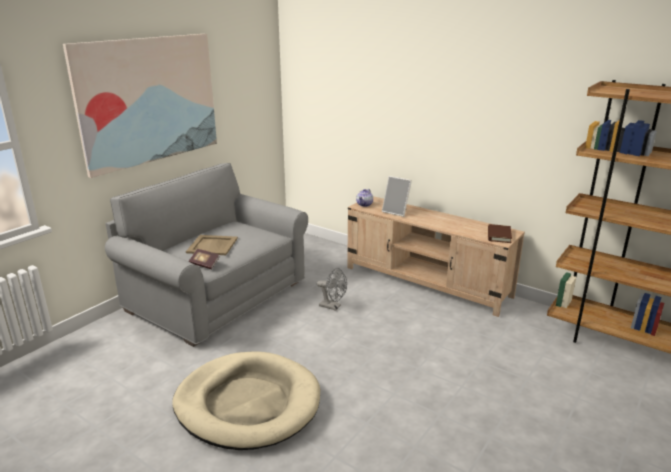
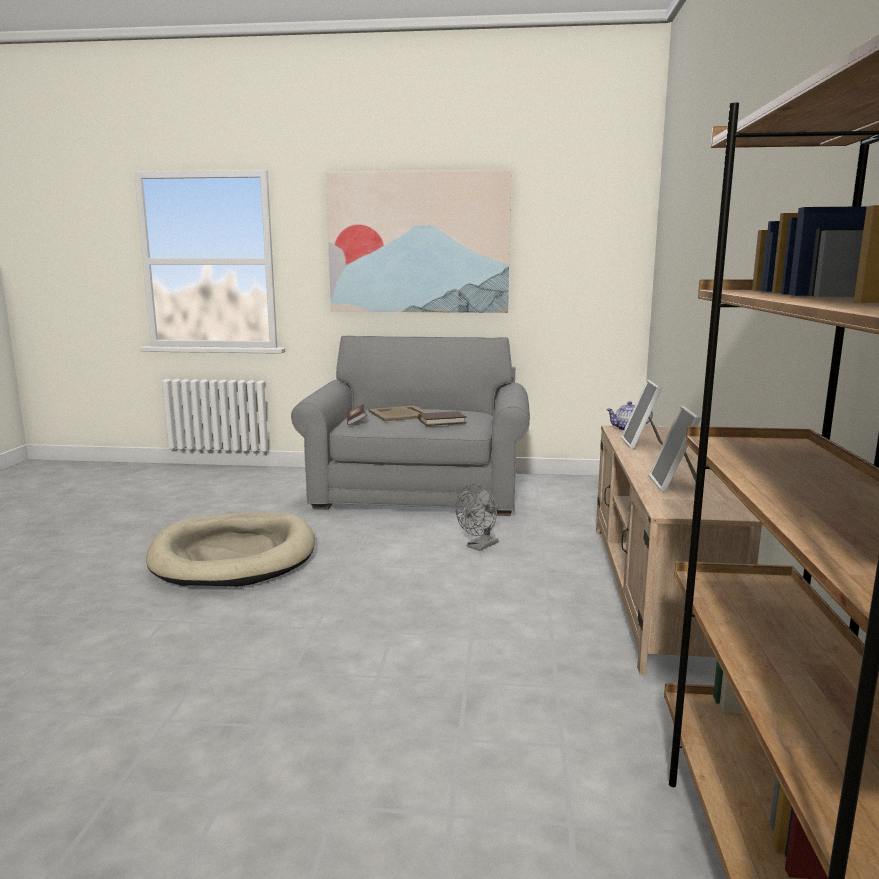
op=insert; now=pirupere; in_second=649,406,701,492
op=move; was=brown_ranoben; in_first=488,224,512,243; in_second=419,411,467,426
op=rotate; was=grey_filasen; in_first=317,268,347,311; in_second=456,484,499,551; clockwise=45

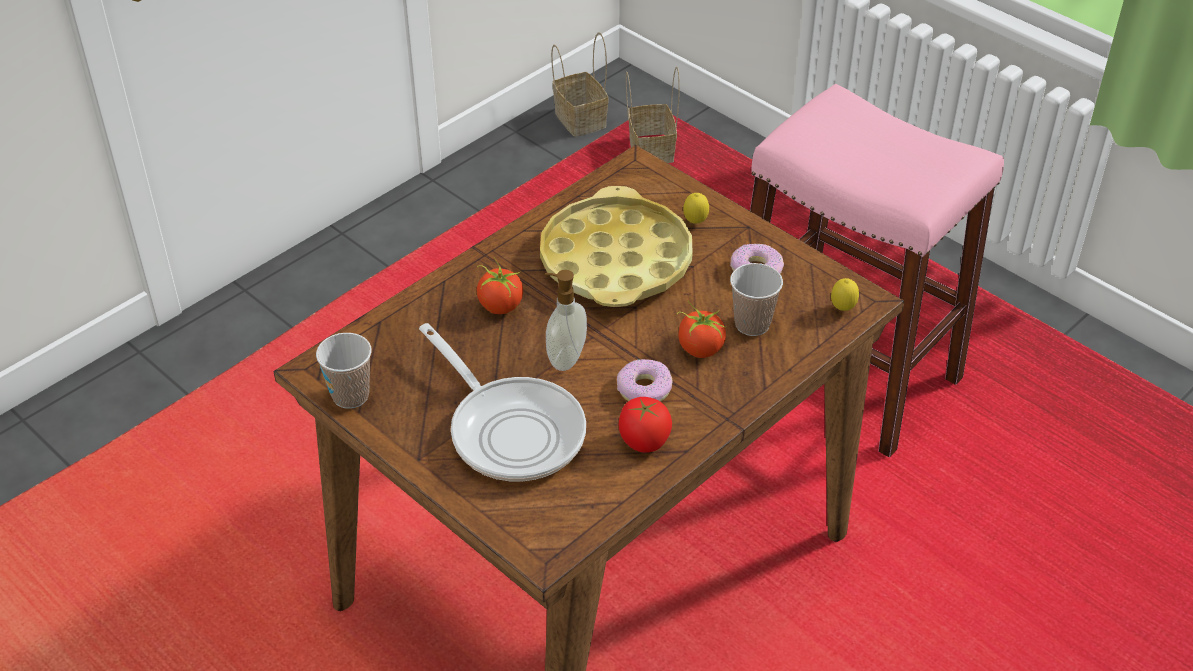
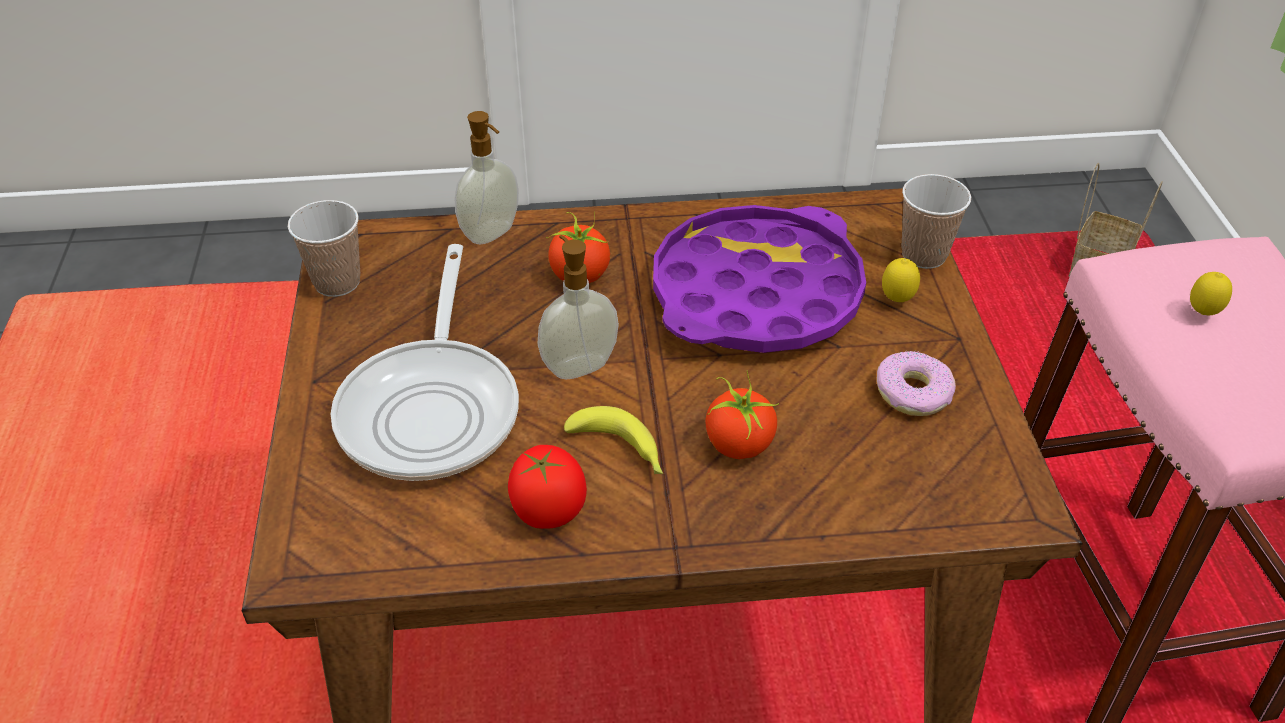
op=delete; was=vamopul; in_first=551,32,609,137
op=insert; now=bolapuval; in_second=455,111,519,244
op=move; was=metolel; in_first=730,263,783,336; in_second=902,174,971,269
op=move; was=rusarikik; in_first=831,278,859,311; in_second=1190,272,1232,315
op=replace; was=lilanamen; now=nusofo; in_first=617,359,672,402; in_second=564,406,663,474
op=recolor; was=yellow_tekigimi; now=purple_tekigimi; in_first=540,186,693,307; in_second=653,205,866,353

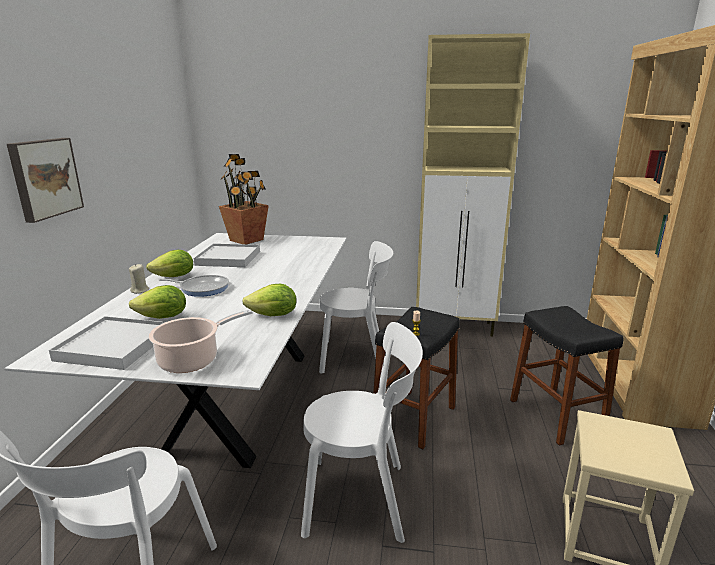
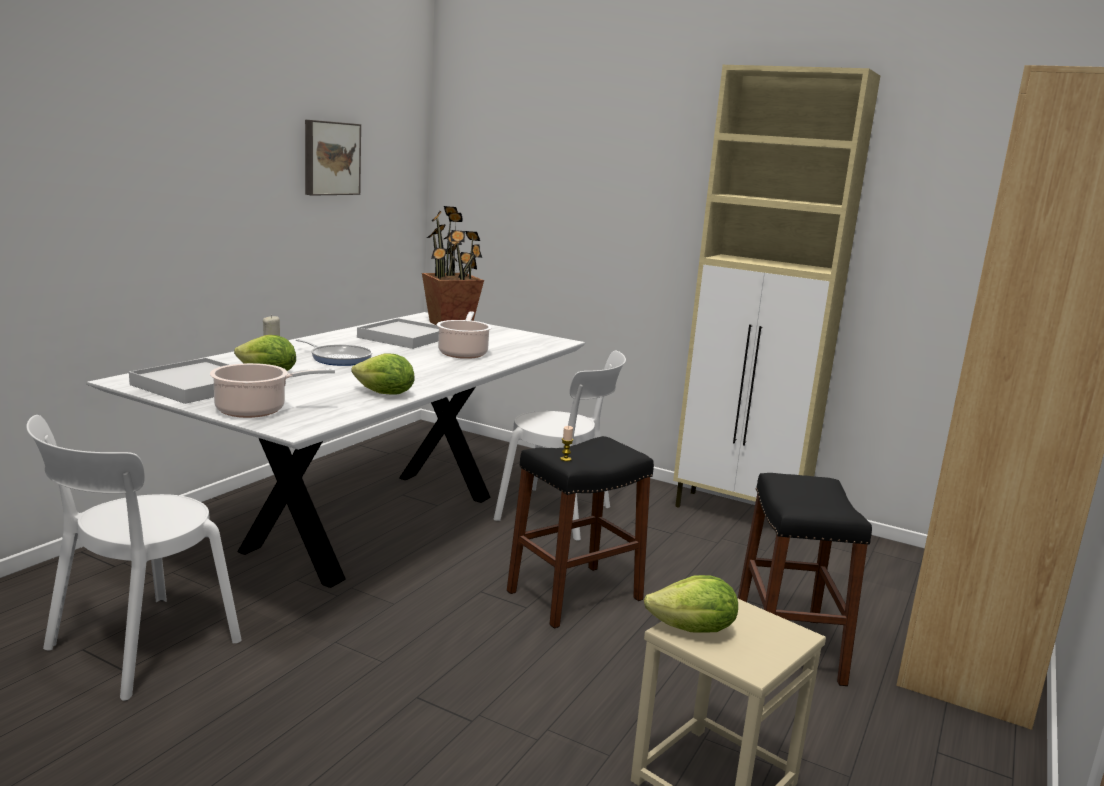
op=delete; was=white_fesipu; in_first=301,322,423,543
op=insert; now=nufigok; in_second=437,311,492,359
op=move; was=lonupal; in_first=7,138,84,223; in_second=305,120,361,196
op=move; was=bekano; in_first=146,250,193,277; in_second=644,575,738,633

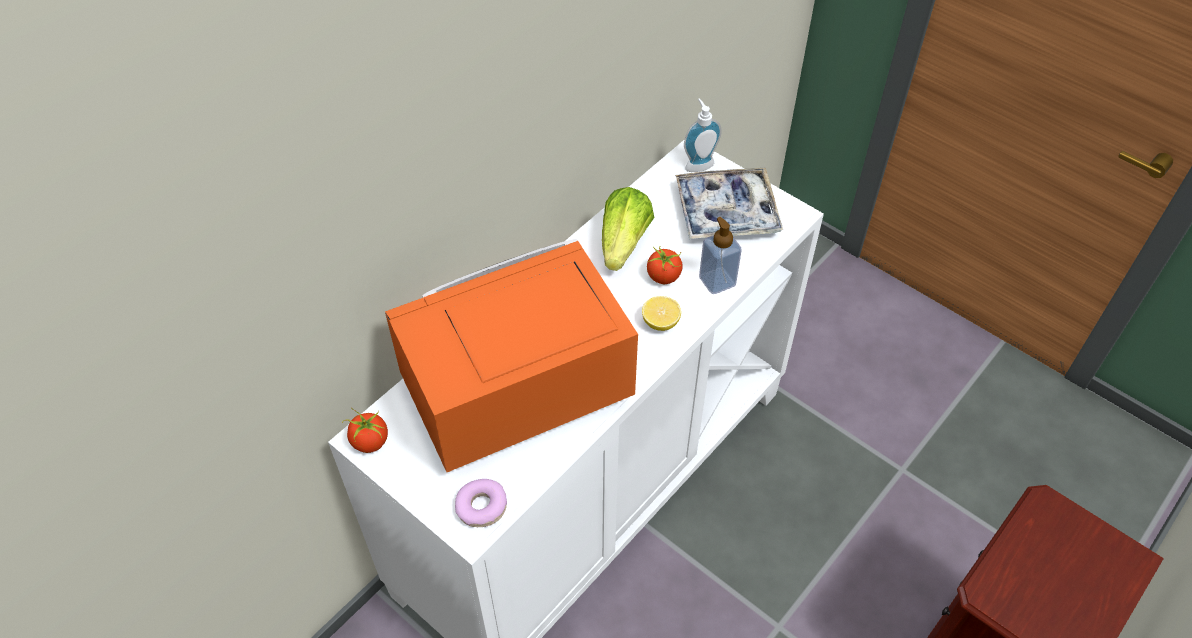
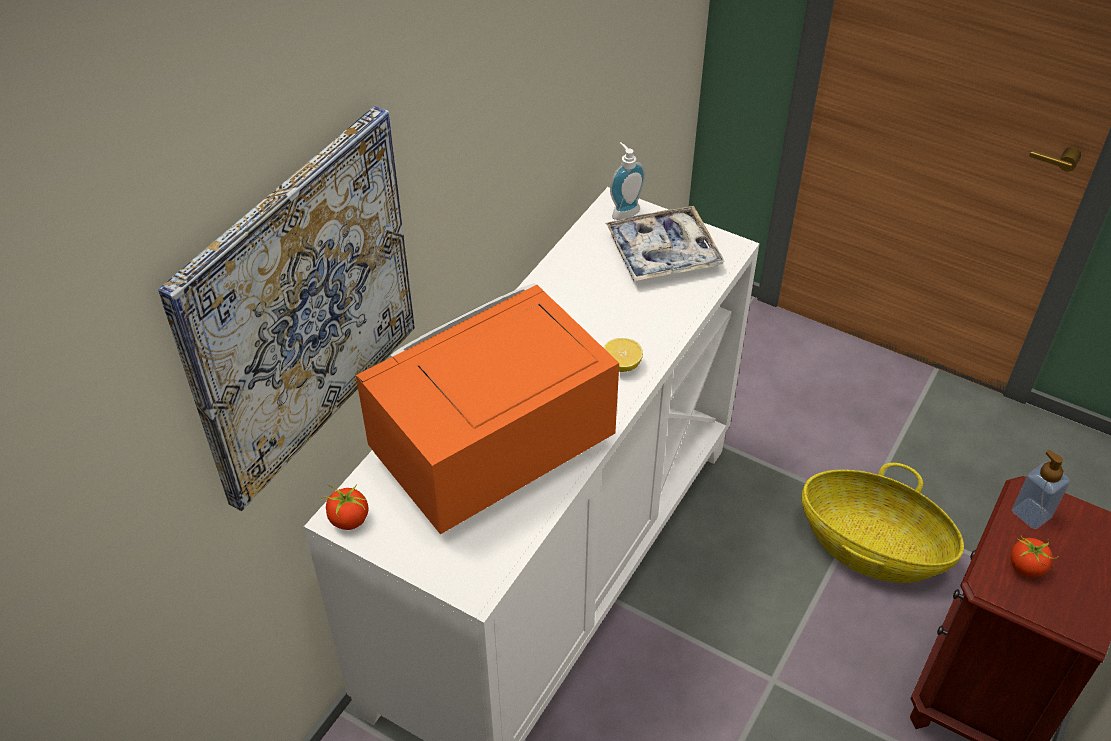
op=delete; was=lilanamen; in_first=455,479,507,527
op=delete; was=bekano; in_first=602,187,654,271
op=insert; now=lonupal; in_second=158,106,415,511
op=insert; now=vamopul; in_second=801,463,964,583
op=move; was=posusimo; in_first=647,246,683,284; in_second=1011,535,1059,578
op=move; was=bolapuval; in_first=699,217,742,294; in_second=1011,450,1070,529

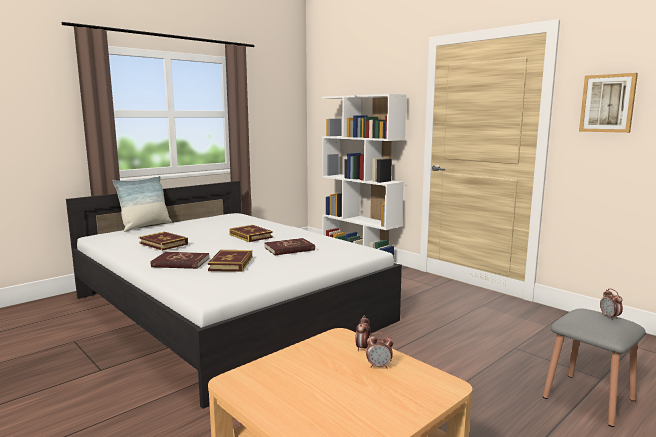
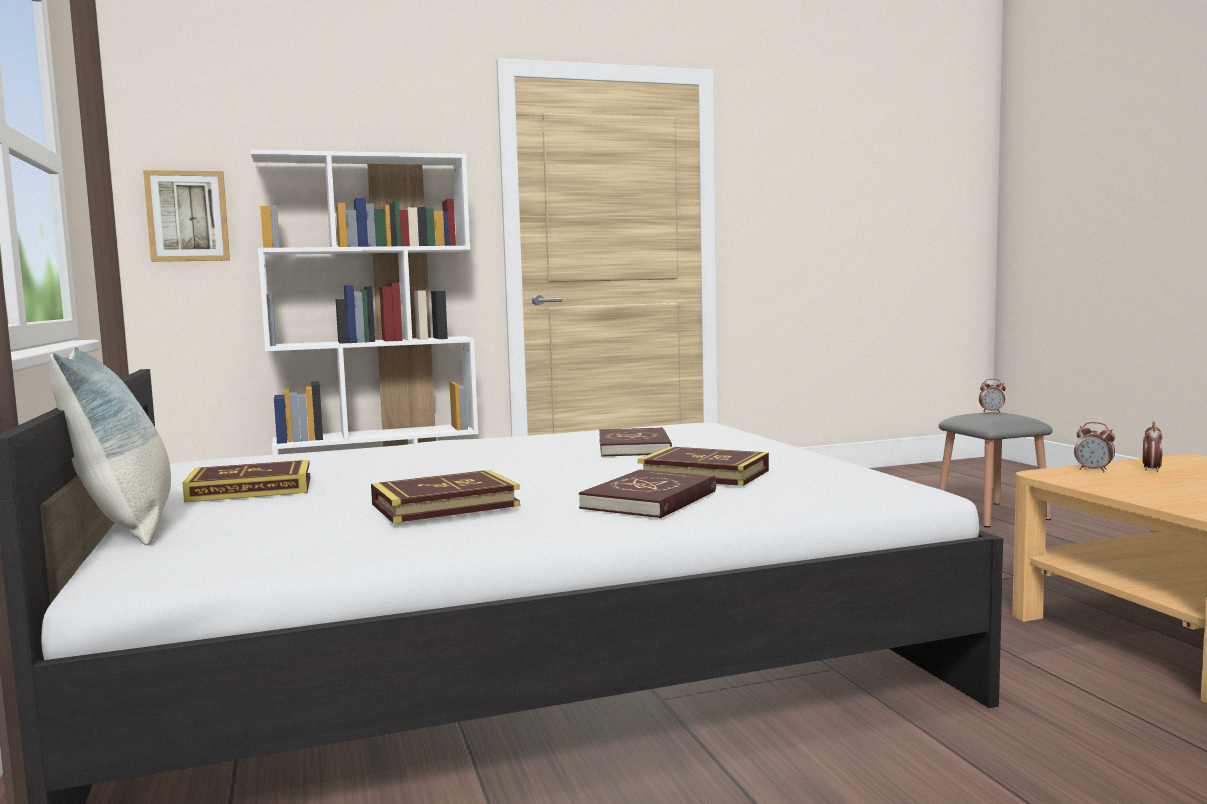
op=move; was=ranoben; in_first=229,225,273,242; in_second=183,460,310,503
op=move; was=lonupal; in_first=579,73,638,133; in_second=143,170,230,262

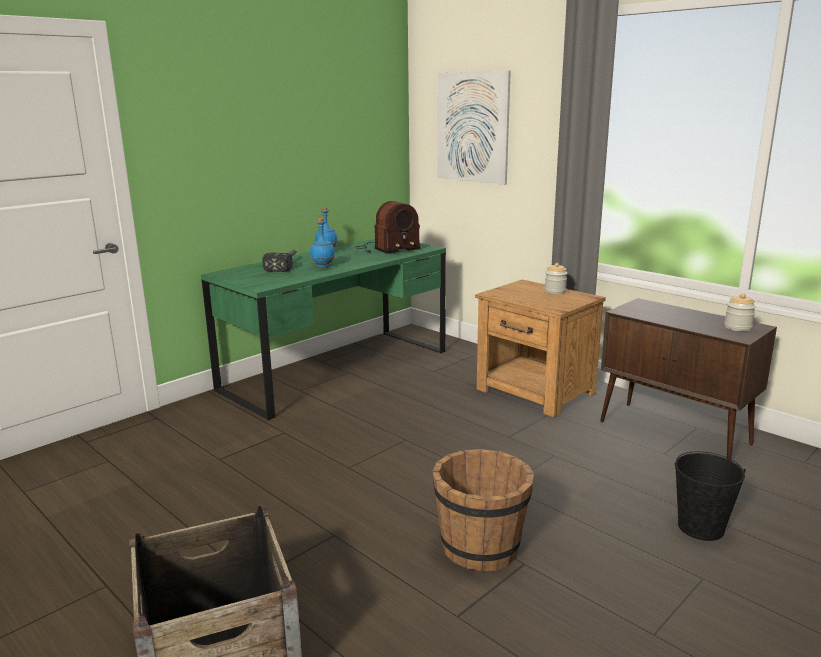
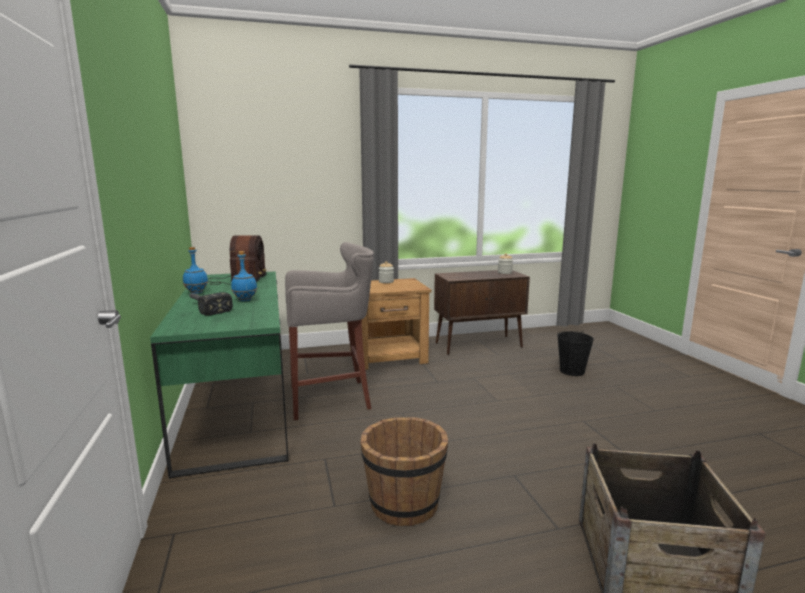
op=delete; was=lonupal; in_first=437,70,511,185
op=insert; now=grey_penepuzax; in_second=285,242,374,420
op=move; was=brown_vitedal; in_first=432,449,534,571; in_second=360,417,448,526

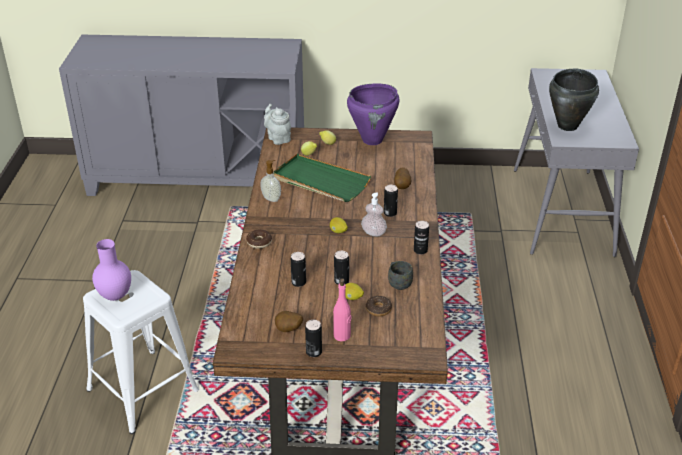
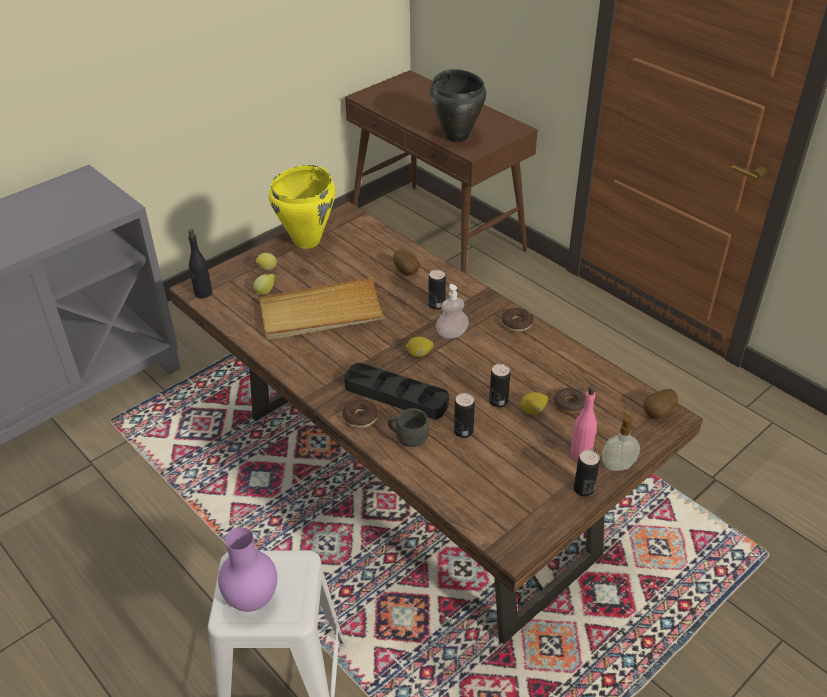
op=insert; now=black_tekigimi; in_second=344,363,449,419
op=move; was=bolapuval; in_first=260,160,281,202; in_second=602,411,640,471
op=move; was=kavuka; in_first=275,311,303,332; in_second=643,389,678,419
op=move; was=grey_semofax; in_first=388,261,413,290; in_second=388,408,429,447
op=replace; was=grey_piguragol; now=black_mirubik; in_first=264,104,291,145; in_second=188,229,212,299
op=replace; was=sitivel; now=lilanamen; in_first=414,221,429,254; in_second=501,308,533,332
op=recolor; was=green_tekigimi; now=beige_tekigimi; in_first=274,154,371,202; in_second=260,277,385,340
op=recolor; was=purple_nufigok; now=yellow_nufigok; in_first=347,83,400,145; in_second=269,165,335,249
op=recolor; was=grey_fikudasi; now=brown_fikudasi; in_first=514,68,639,257; in_second=345,70,538,273

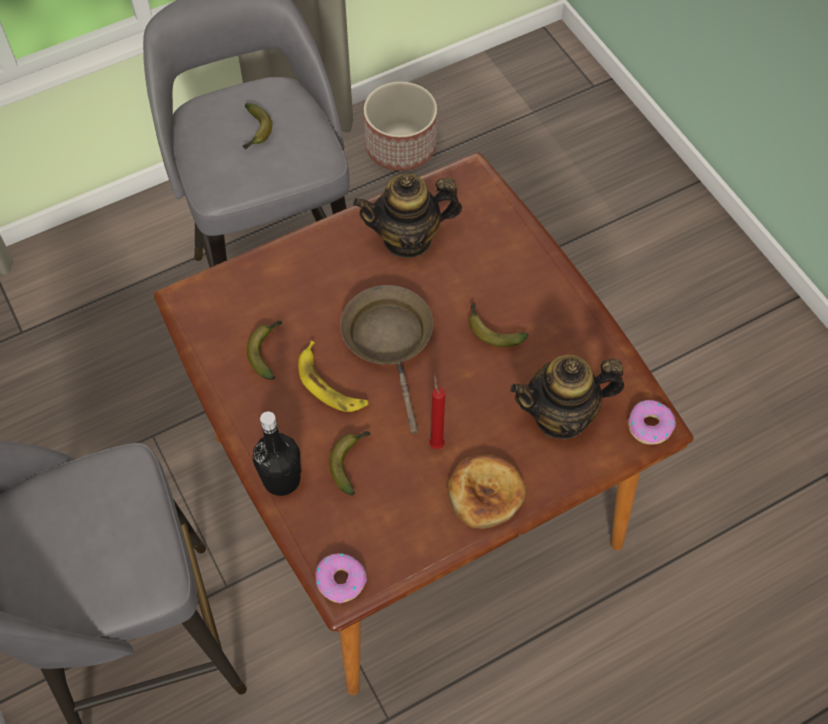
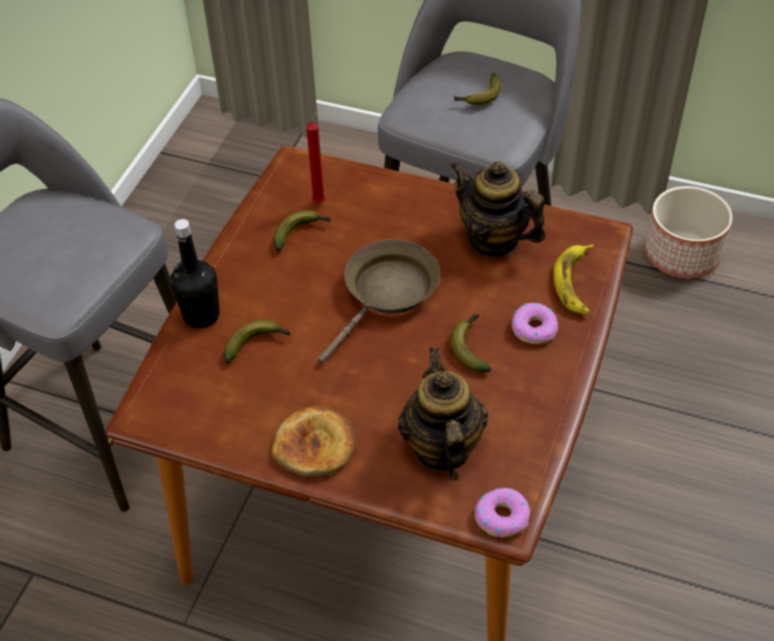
op=move; was=nusofo; in_first=298,341,368,412; in_second=553,244,594,315
op=move; was=lilanamen; in_first=315,553,367,603; in_second=512,303,558,344
op=move; was=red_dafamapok; in_first=429,375,445,449; in_second=306,110,326,204
op=rotate; was=piguragol; in_first=510,355,624,440; in_second=398,347,488,481; clockwise=45

